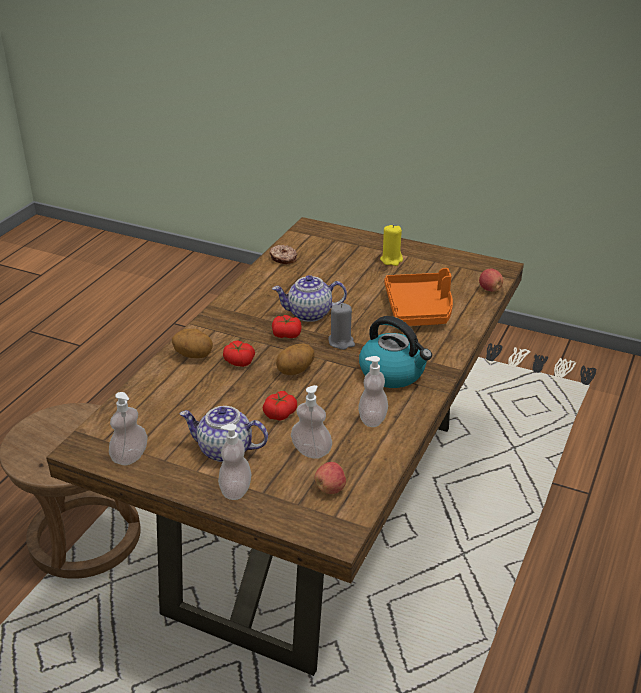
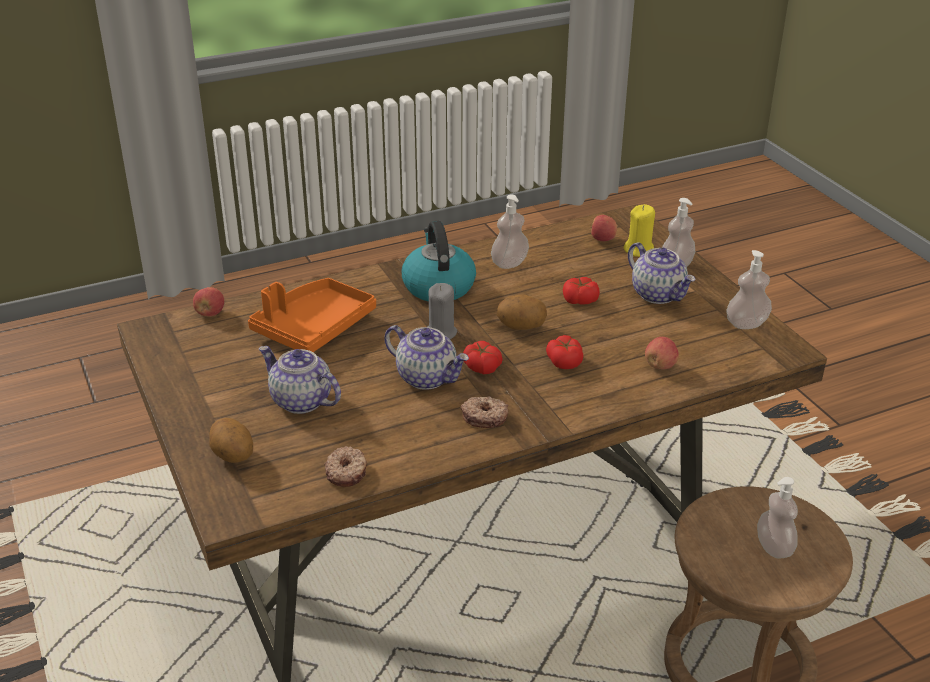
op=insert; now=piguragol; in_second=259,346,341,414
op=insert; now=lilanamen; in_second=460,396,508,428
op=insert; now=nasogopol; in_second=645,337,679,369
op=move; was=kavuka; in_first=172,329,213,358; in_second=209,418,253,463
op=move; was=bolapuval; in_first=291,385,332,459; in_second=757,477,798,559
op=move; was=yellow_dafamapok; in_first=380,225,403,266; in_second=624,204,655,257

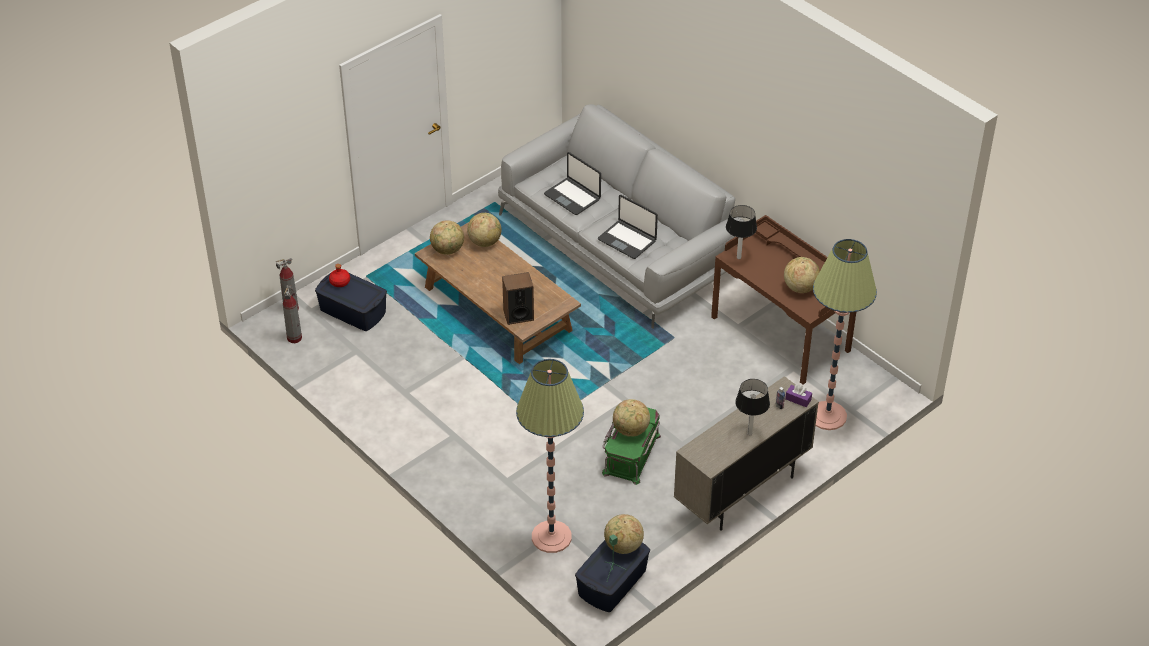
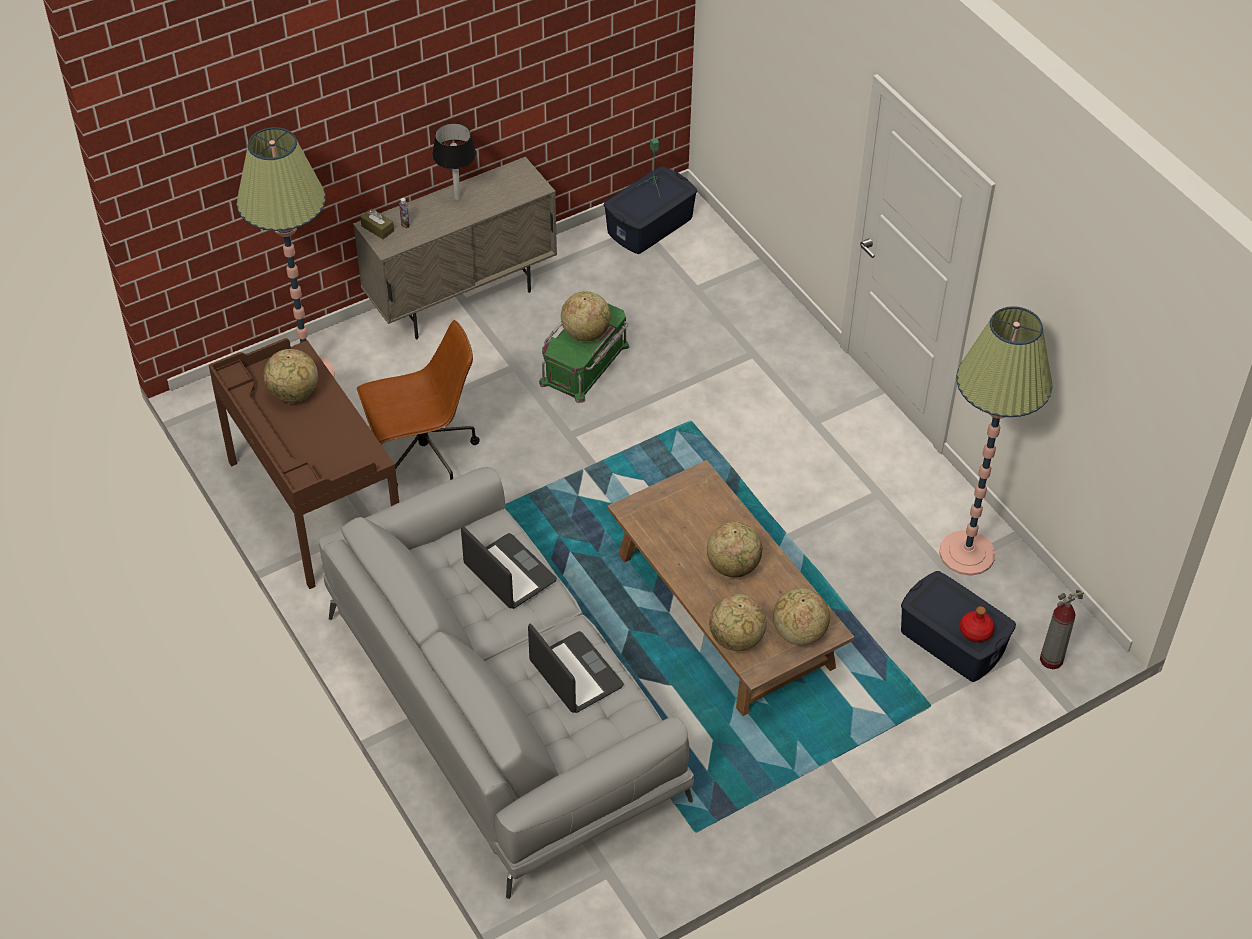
op=delete; was=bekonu; in_first=283,285,302,343
op=delete; was=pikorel; in_first=502,272,534,325
op=delete; was=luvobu; in_first=726,205,757,259
op=insert; now=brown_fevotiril; in_second=357,320,480,487
op=move; was=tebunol; in_first=516,359,584,553; in_second=939,306,1053,576
op=move; was=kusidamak; in_first=604,514,644,554; in_second=707,522,762,578
op=recolor; was=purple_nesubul; now=brown_nesubul; in_first=785,385,812,407; in_second=360,208,394,239

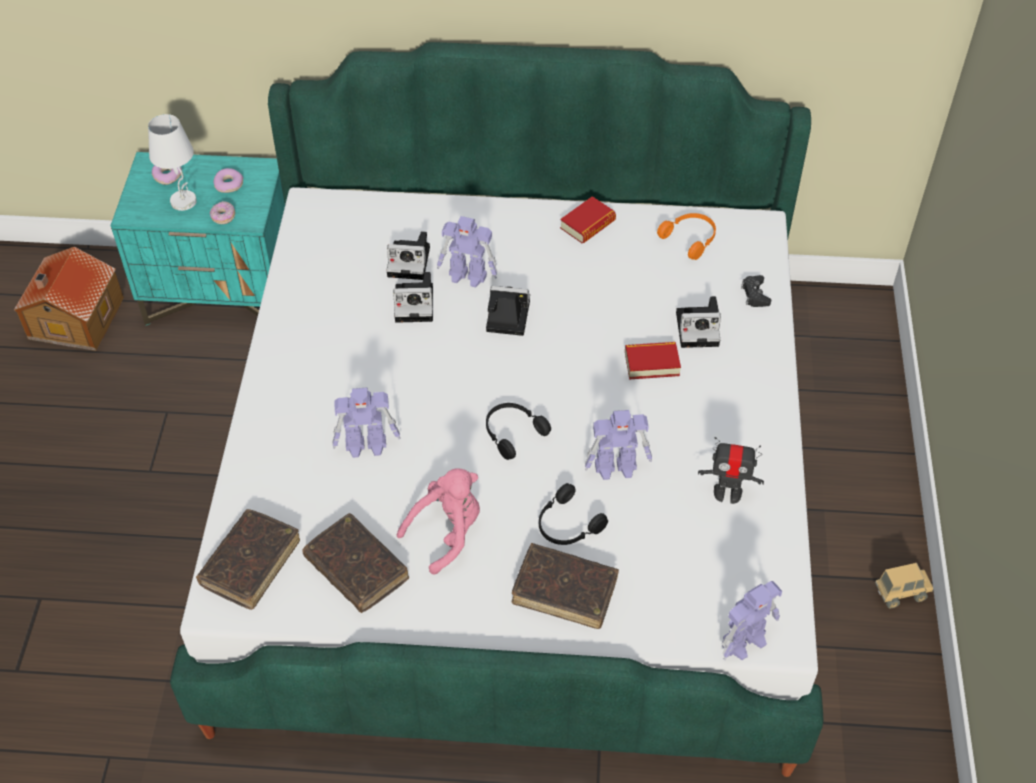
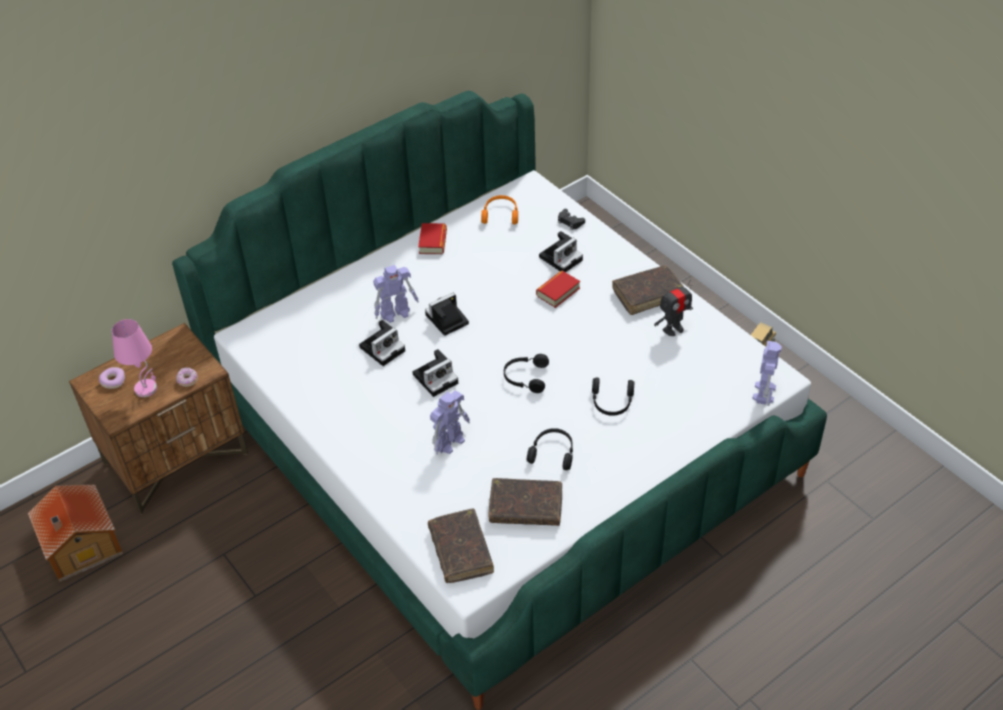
op=delete; was=lilanamen; in_first=214,168,243,193
op=delete; was=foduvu; in_first=585,410,652,480
op=move; was=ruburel; in_first=386,231,430,280; in_second=413,349,458,397
op=move; was=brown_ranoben; in_first=512,543,619,629; in_second=612,265,684,315
op=replace; was=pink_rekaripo; now=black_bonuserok; in_first=397,468,480,575; in_second=527,428,573,470
op=recolor; was=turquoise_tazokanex; now=brown_tazokanex; in_first=110,152,285,326; in_second=69,323,248,514
op=recolor; was=white_luvobu; now=pink_luvobu; in_first=148,114,197,211; in_second=112,319,157,397

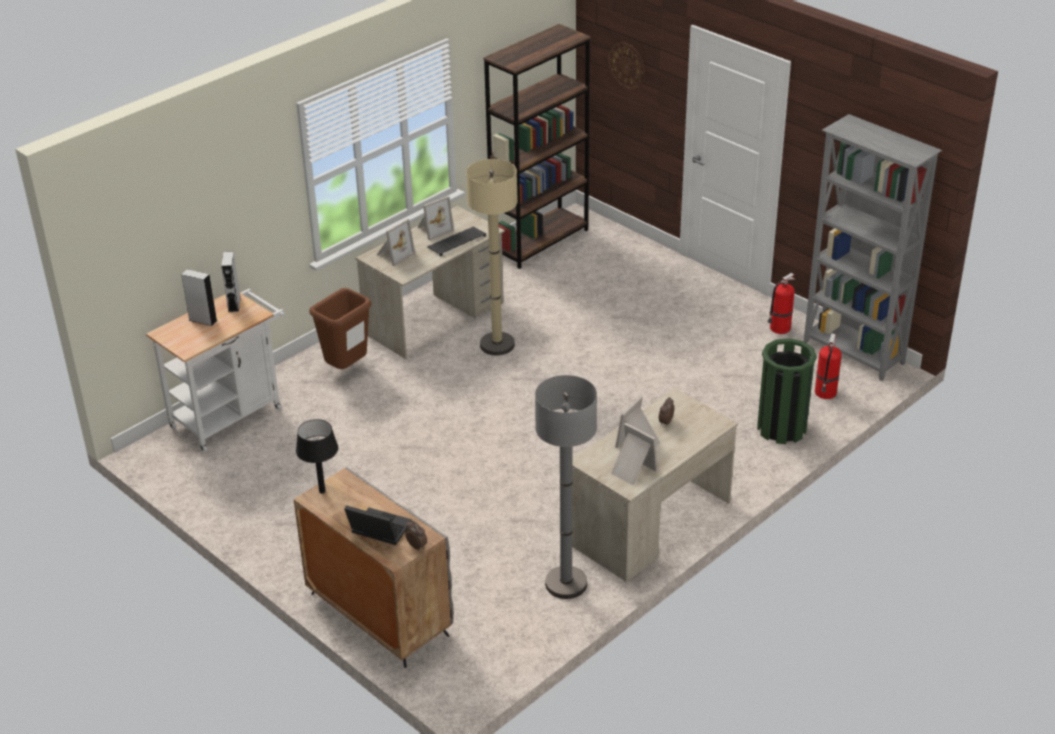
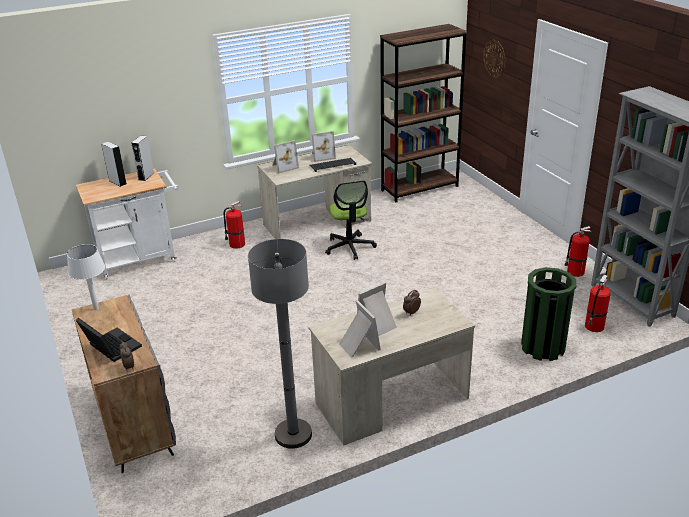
op=replace; was=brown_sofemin; now=bekonu; in_first=309,288,371,369; in_second=223,201,245,249
op=replace; was=beige_tebunol; now=fevotiril; in_first=466,159,518,355; in_second=325,180,377,260
op=recolor; was=black_luvobu; now=white_luvobu; in_first=296,419,338,494; in_second=67,244,105,310

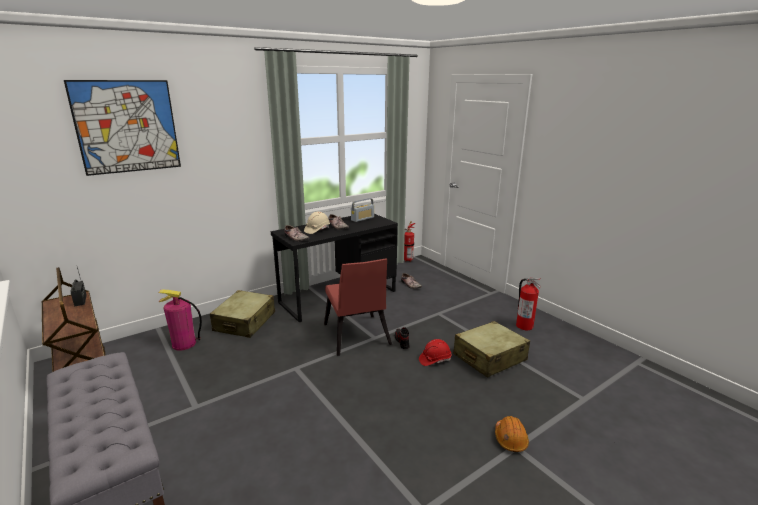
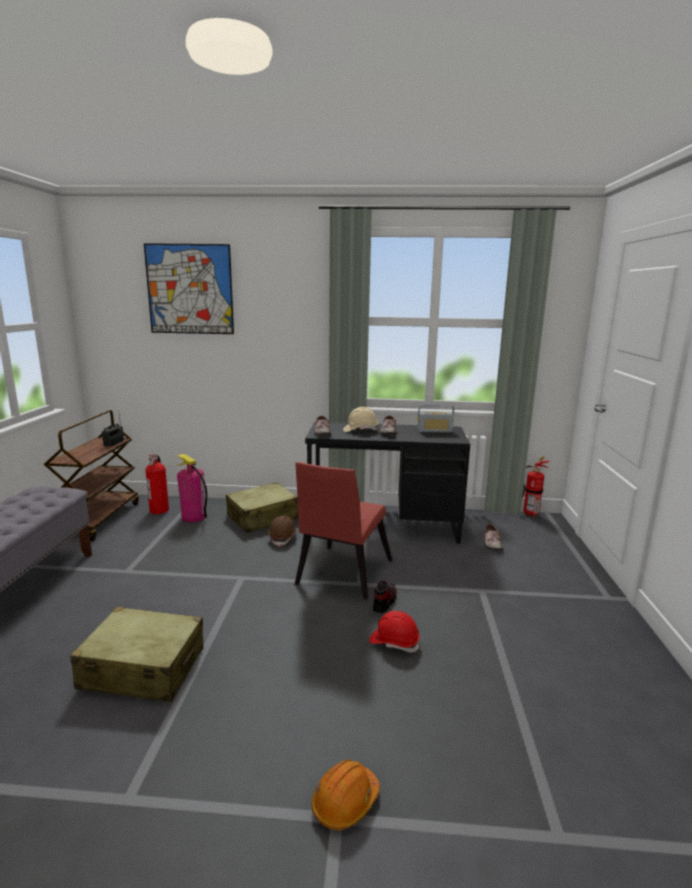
op=insert; now=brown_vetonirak; in_second=268,516,296,547
op=move; was=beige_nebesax; in_first=453,321,530,378; in_second=70,606,203,702
op=move; was=bekonu; in_first=516,278,541,330; in_second=145,455,169,514

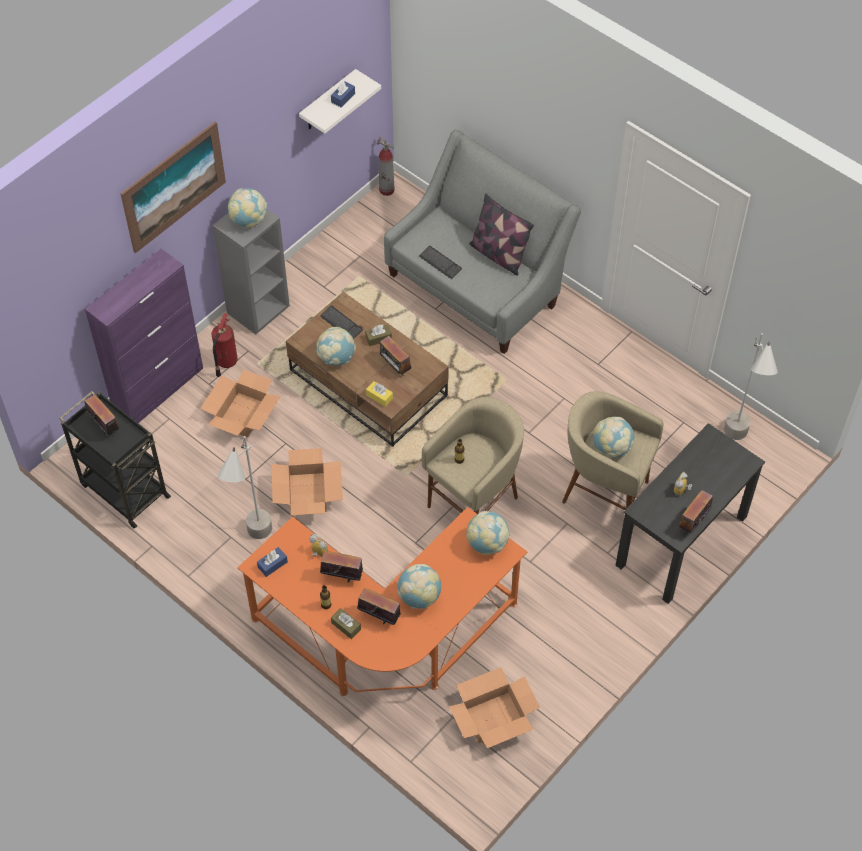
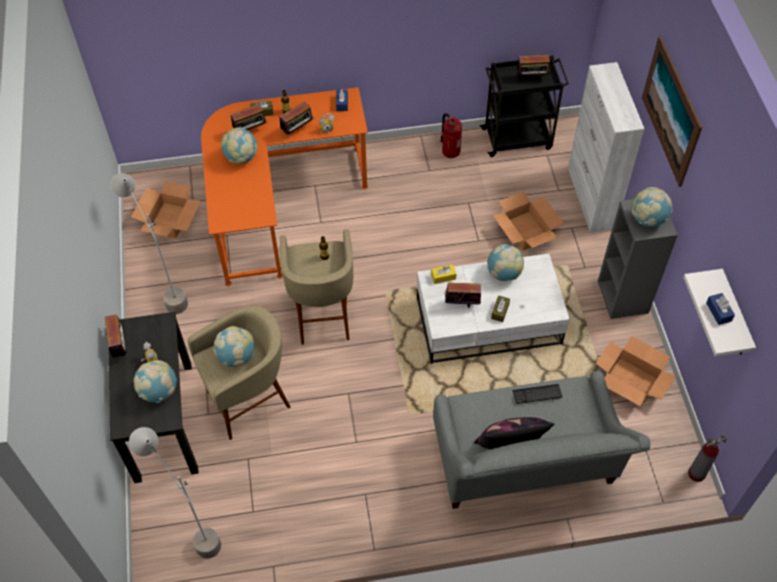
op=delete; was=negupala; in_first=320,305,363,339
op=move; was=bekonu; in_first=212,313,238,377; in_second=440,113,462,158
op=move; was=grey_tebunol; in_first=217,436,272,539; in_second=110,173,188,314
op=move; was=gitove; in_first=271,448,343,515; in_second=596,336,676,406
op=move; was=kusidamak; in_first=466,511,510,555; in_second=134,360,177,403
op=recolor; was=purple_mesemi; now=white_mesemi; in_first=85,249,203,423; in_second=568,62,644,233
op=recolor; was=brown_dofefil; now=white_dofefil; in_first=286,292,449,447; in_second=417,253,570,363

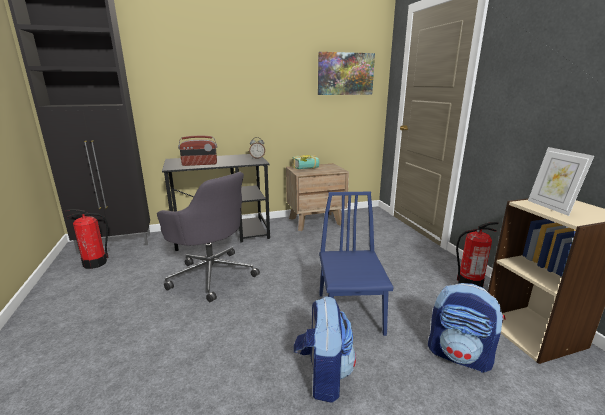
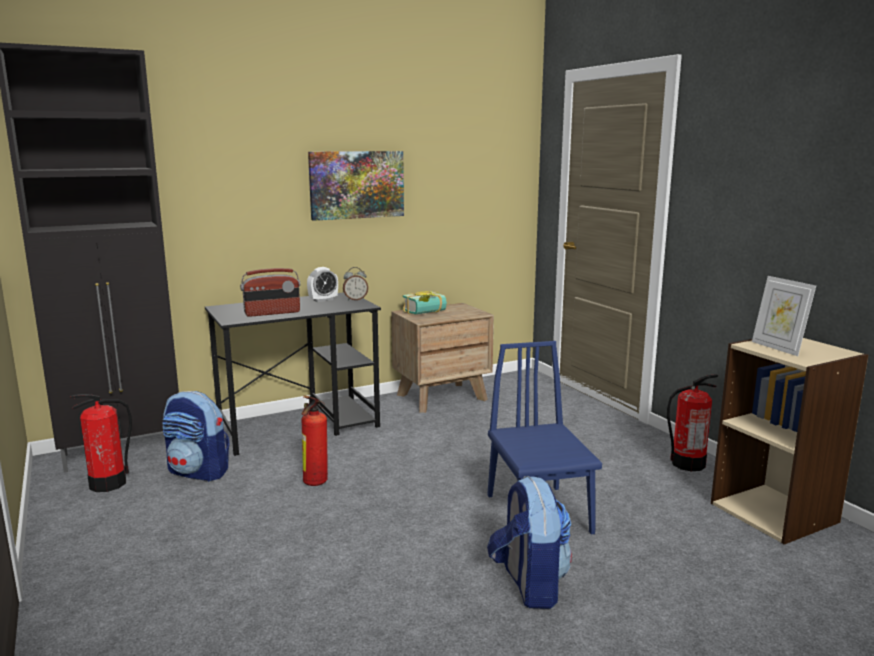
op=insert; now=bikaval; in_second=307,267,338,302
op=move; was=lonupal; in_first=318,52,375,95; in_second=308,151,404,221
op=move; was=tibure; in_first=428,283,505,373; in_second=162,391,230,482
op=replace; was=grey_fevotiril; now=bekonu; in_first=157,172,260,302; in_second=301,395,328,486

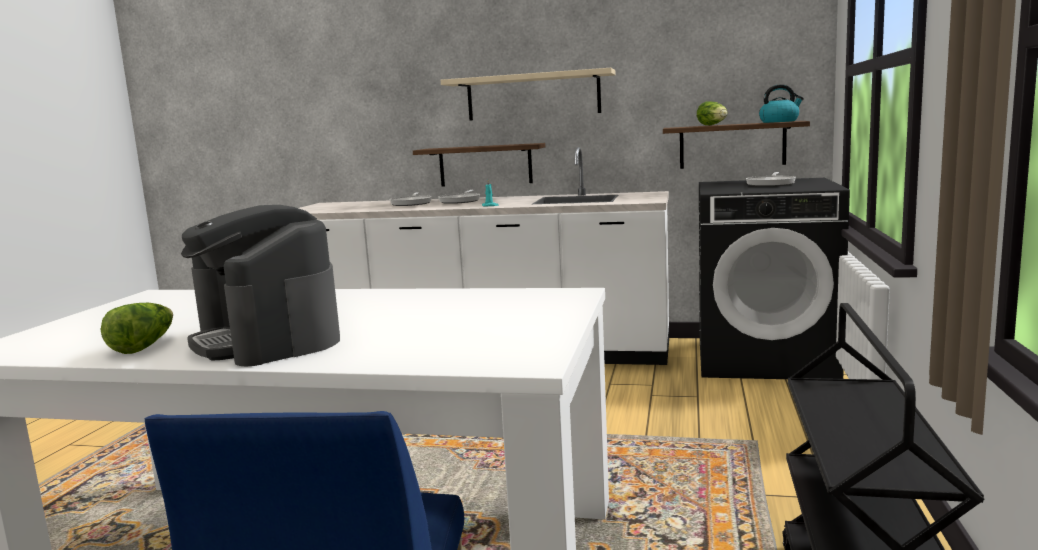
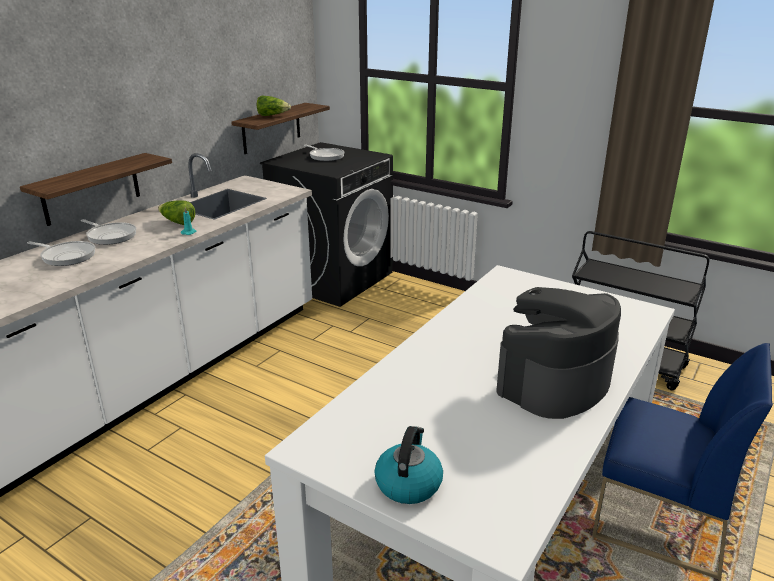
op=delete; was=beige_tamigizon; in_first=441,68,616,120
op=move; was=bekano; in_first=100,303,173,354; in_second=158,200,195,225
op=move; was=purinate; in_first=759,84,804,123; in_second=374,426,443,504
op=rotate; was=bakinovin; in_first=181,205,340,366; in_second=496,287,621,419; clockwise=150

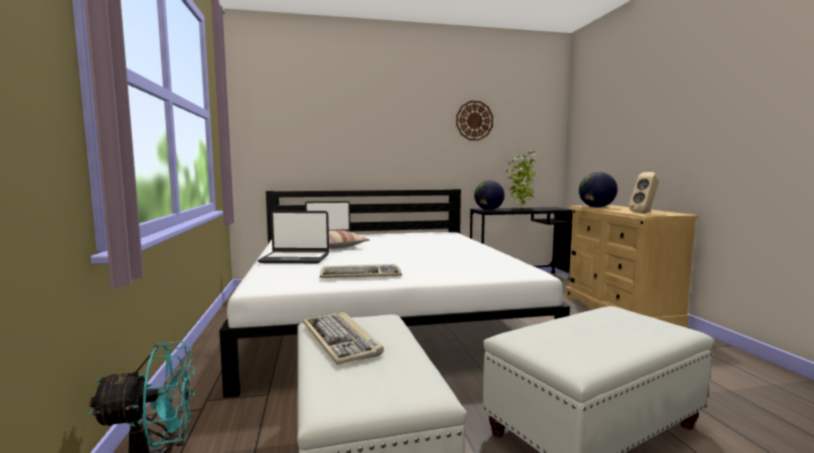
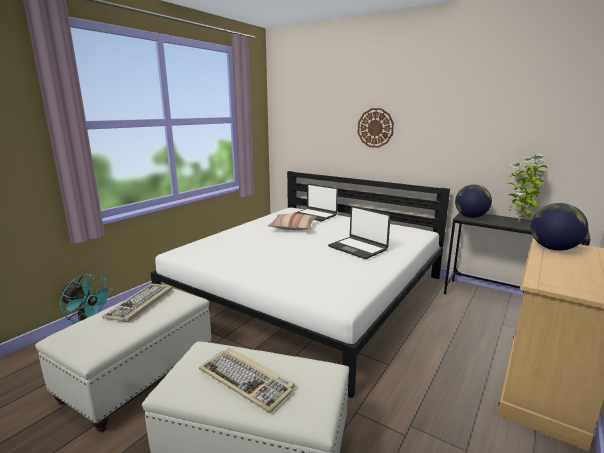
op=delete; was=beige_pikorel; in_first=629,172,659,214
op=move; was=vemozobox; in_first=258,211,329,263; in_second=328,206,391,259
op=move; was=negupala; in_first=320,264,402,278; in_second=199,348,295,413
op=move; was=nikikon; in_first=456,101,493,141; in_second=358,108,394,148

